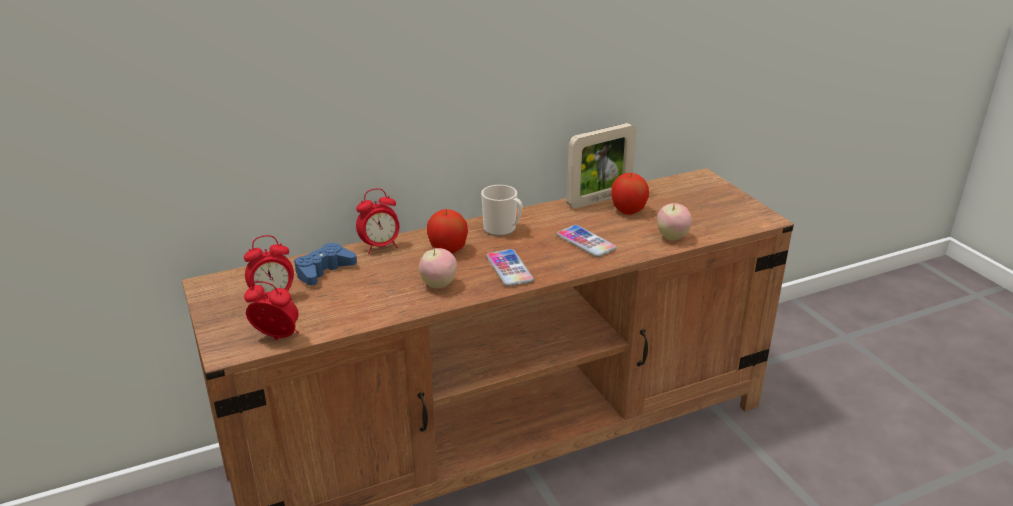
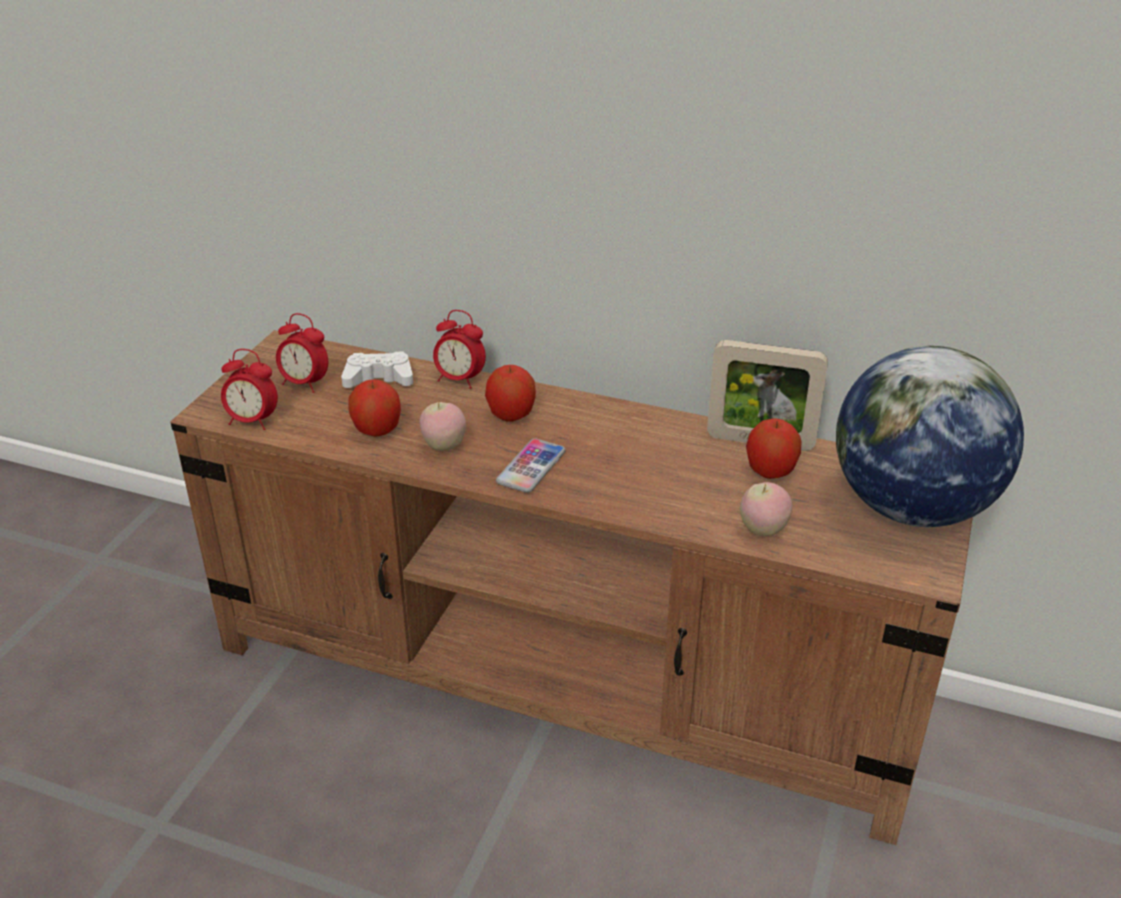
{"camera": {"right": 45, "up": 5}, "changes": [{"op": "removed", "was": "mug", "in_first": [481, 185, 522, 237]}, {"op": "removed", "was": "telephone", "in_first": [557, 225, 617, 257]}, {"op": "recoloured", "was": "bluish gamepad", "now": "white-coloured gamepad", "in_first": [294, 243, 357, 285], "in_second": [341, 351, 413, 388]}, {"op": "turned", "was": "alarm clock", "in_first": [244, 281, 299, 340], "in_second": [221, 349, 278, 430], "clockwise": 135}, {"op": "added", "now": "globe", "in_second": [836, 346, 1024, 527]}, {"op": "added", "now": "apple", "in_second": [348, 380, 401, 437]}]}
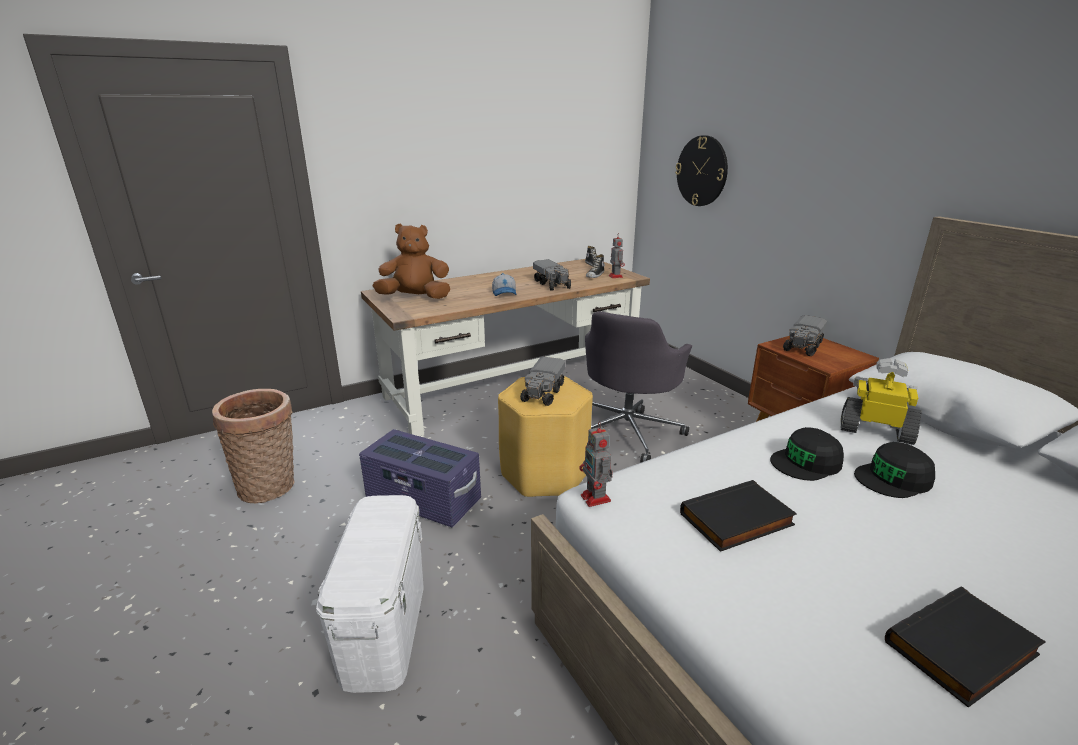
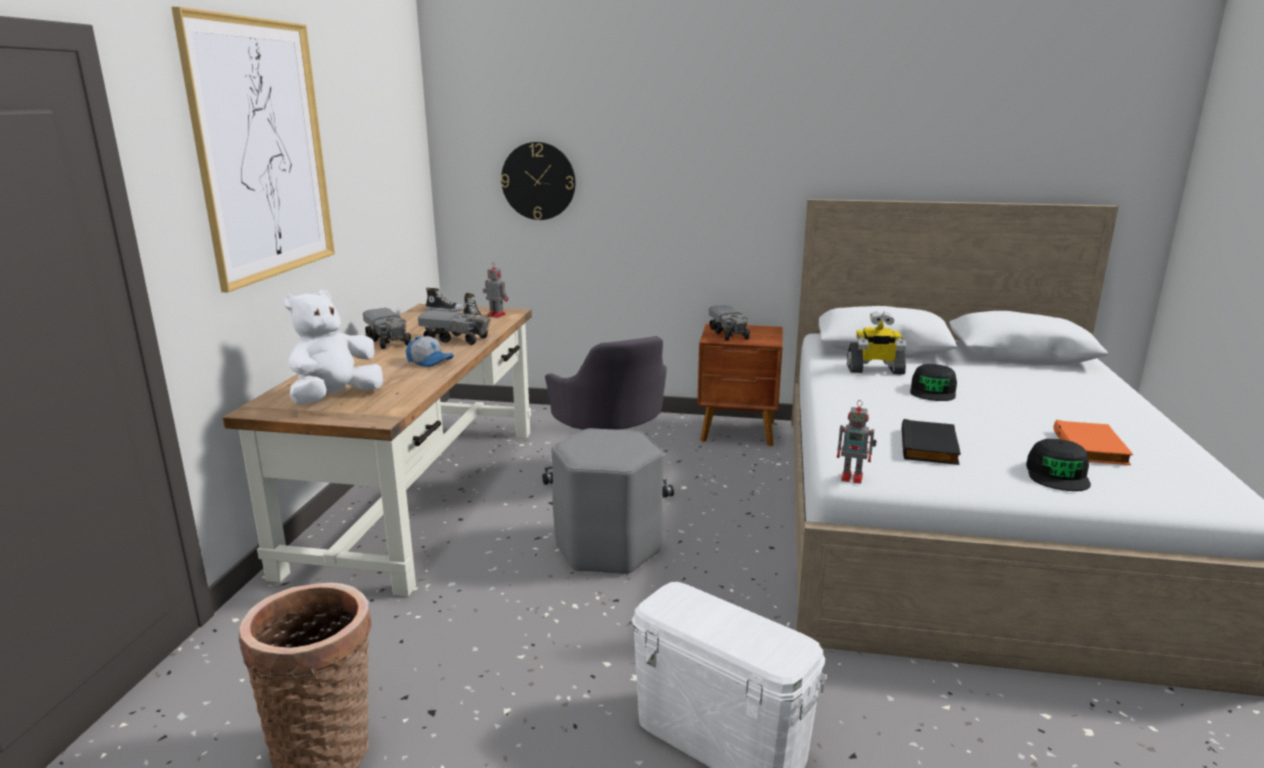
{"camera": {"right": -50, "up": -5}, "changes": [{"op": "recoloured", "was": "brown soft toy", "now": "white-coloured soft toy", "in_first": [373, 223, 450, 299], "in_second": [284, 290, 383, 404]}, {"op": "moved", "was": "toy lorry", "in_first": [520, 357, 565, 406], "in_second": [363, 308, 411, 349]}, {"op": "turned", "was": "toy robot", "in_first": [841, 358, 922, 445], "in_second": [847, 311, 906, 374], "clockwise": -150}, {"op": "recoloured", "was": "yellowish sitting stool", "now": "gray sitting stool", "in_first": [498, 376, 593, 497], "in_second": [551, 428, 664, 575]}, {"op": "moved", "was": "black-coloured baseball cap", "in_first": [770, 427, 844, 481], "in_second": [1026, 439, 1091, 491]}, {"op": "removed", "was": "purple-coloured storage bin", "in_first": [359, 429, 481, 527]}, {"op": "recoloured", "was": "black-coloured book", "now": "orangey book", "in_first": [885, 586, 1046, 708], "in_second": [1053, 420, 1133, 465]}, {"op": "added", "now": "wall art", "in_second": [171, 7, 335, 292]}]}
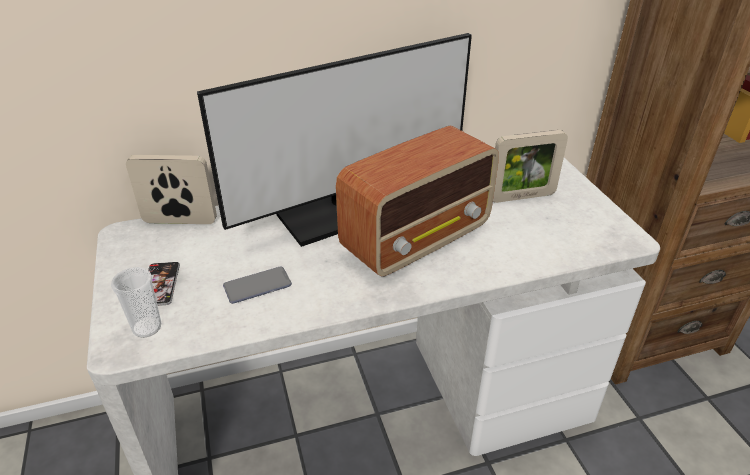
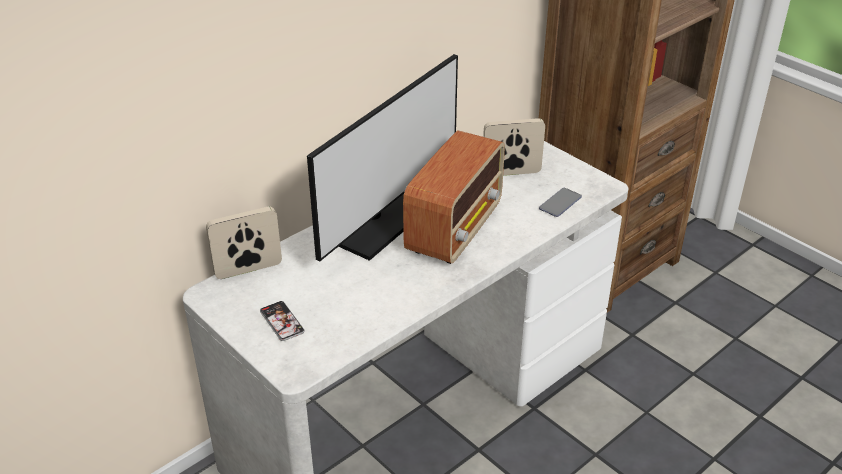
{"camera": {"right": -25, "up": 0}, "changes": [{"op": "turned", "was": "picture frame", "in_first": [493, 130, 568, 203], "in_second": [483, 118, 545, 176], "clockwise": -150}, {"op": "removed", "was": "drinking cup", "in_first": [111, 267, 161, 338]}, {"op": "moved", "was": "telephone", "in_first": [223, 267, 292, 304], "in_second": [539, 188, 582, 217]}]}
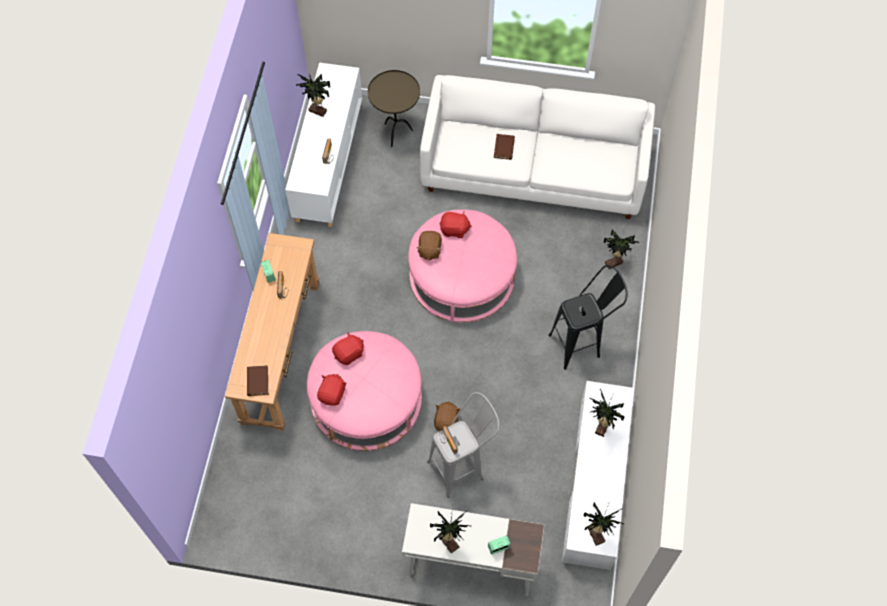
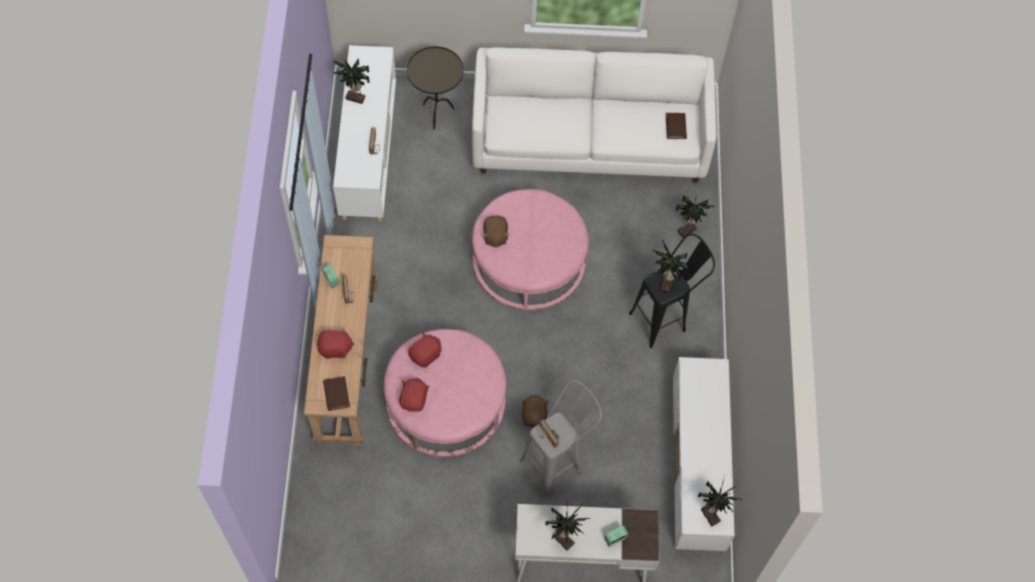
{"camera": {"right": -10, "up": 0}, "changes": [{"op": "moved", "was": "brown book", "in_first": [494, 134, 515, 160], "in_second": [666, 113, 687, 139]}, {"op": "moved", "was": "red-coloured soft toy", "in_first": [440, 211, 472, 238], "in_second": [317, 328, 354, 358]}, {"op": "moved", "was": "houseplant", "in_first": [589, 389, 625, 437], "in_second": [653, 240, 690, 293]}]}
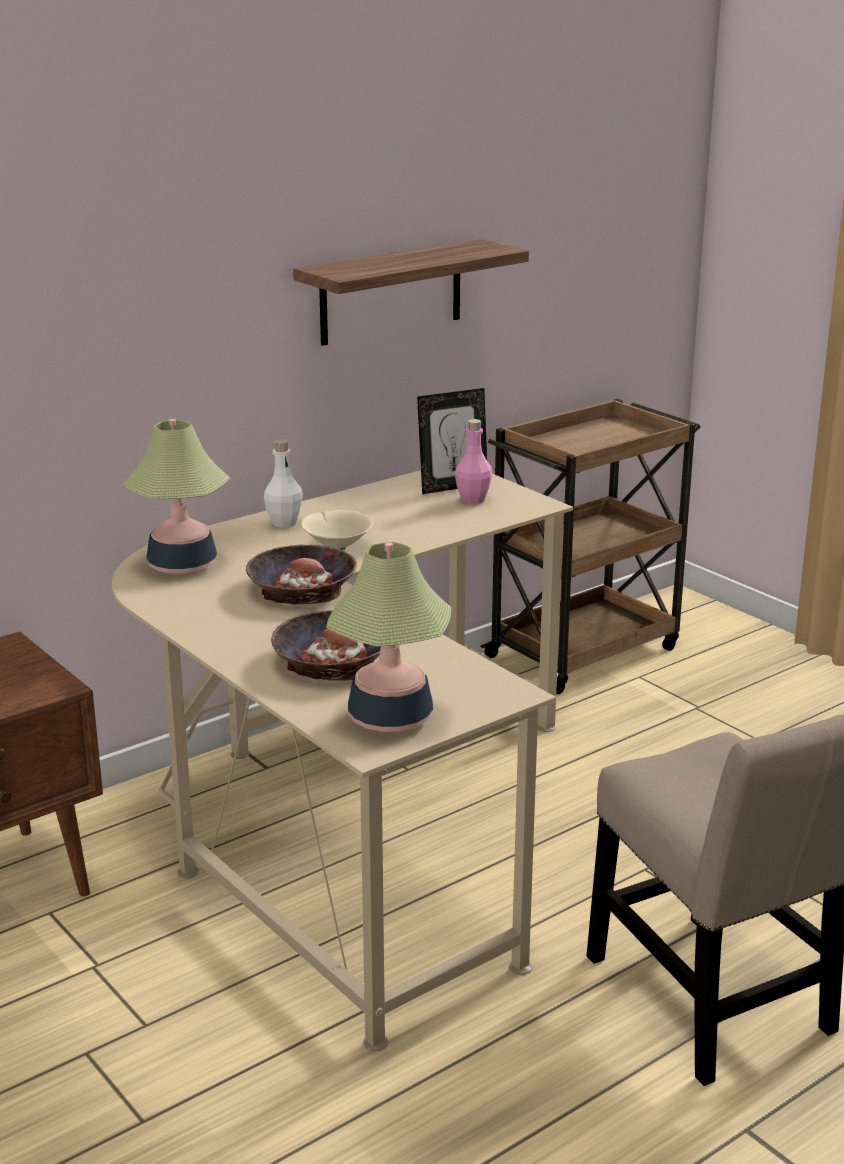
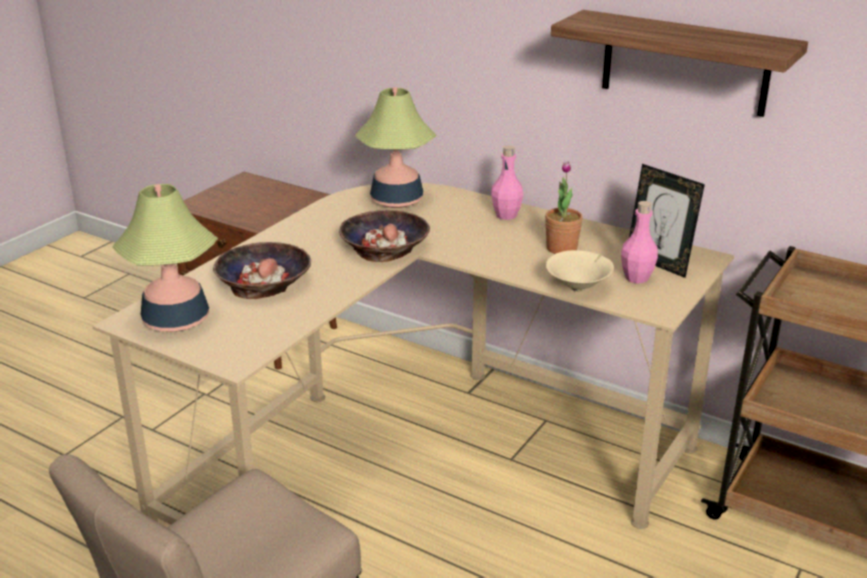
{"camera": {"right": 70, "up": 5}, "changes": [{"op": "recoloured", "was": "white-coloured beverage bottle", "now": "pink-coloured beverage bottle", "in_first": [264, 440, 303, 528], "in_second": [491, 145, 524, 220]}, {"op": "moved", "was": "sand-coloured bowl", "in_first": [301, 510, 373, 551], "in_second": [546, 250, 614, 292]}, {"op": "added", "now": "houseplant", "in_second": [545, 161, 583, 254]}]}
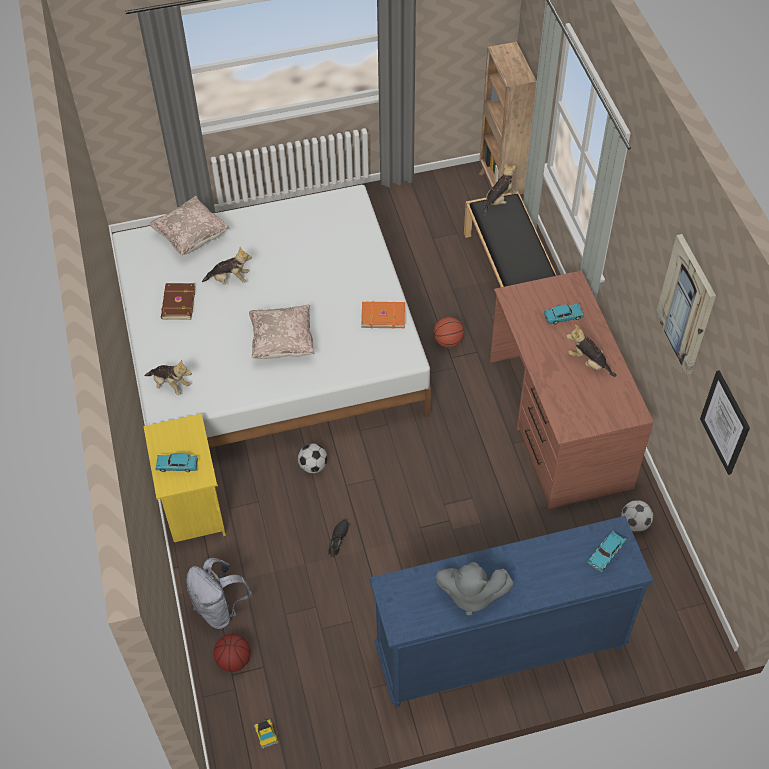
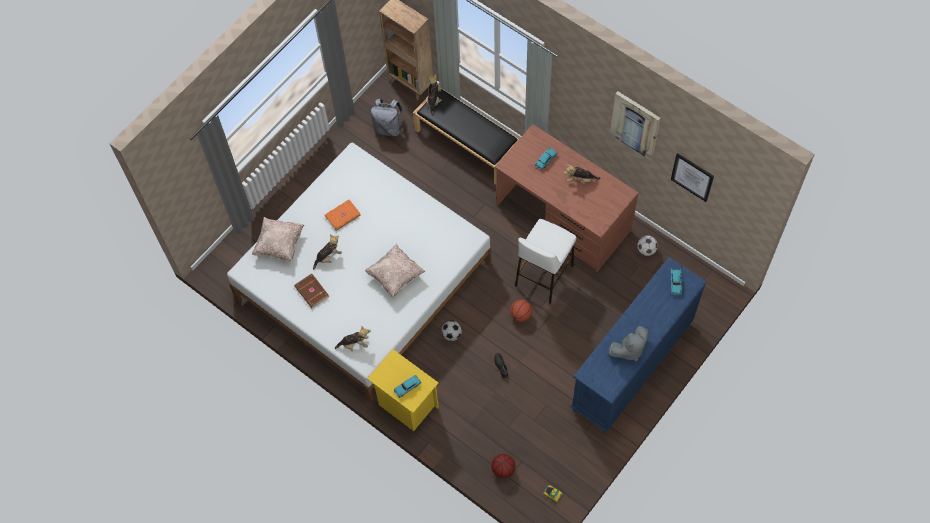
{"camera": {"right": -35, "up": 10}, "changes": [{"op": "moved", "was": "orangey book", "in_first": [361, 301, 405, 329], "in_second": [325, 199, 361, 231]}, {"op": "moved", "was": "ball for basketball", "in_first": [433, 317, 464, 348], "in_second": [510, 300, 533, 322]}, {"op": "moved", "was": "gray knapsack", "in_first": [186, 558, 252, 629], "in_second": [370, 98, 403, 136]}, {"op": "added", "now": "white-coloured sitting stool", "in_second": [515, 219, 576, 304]}]}
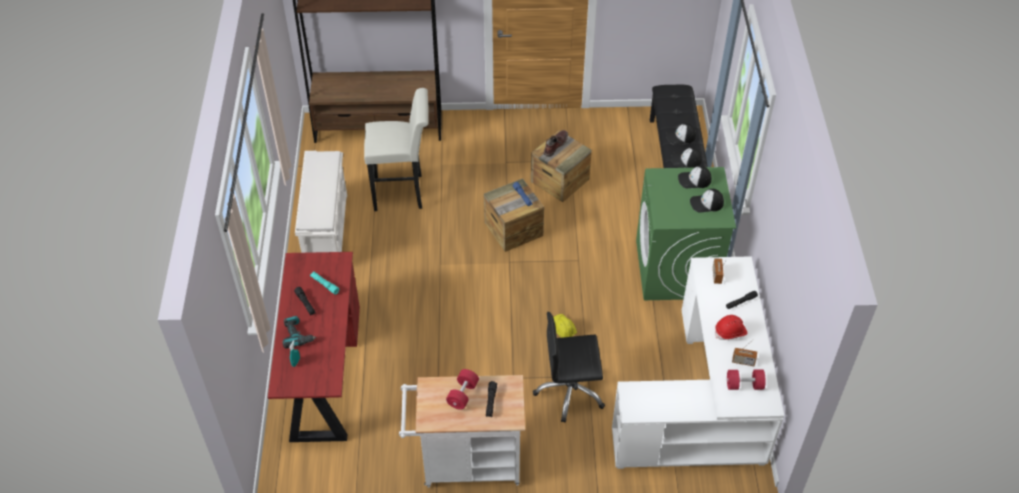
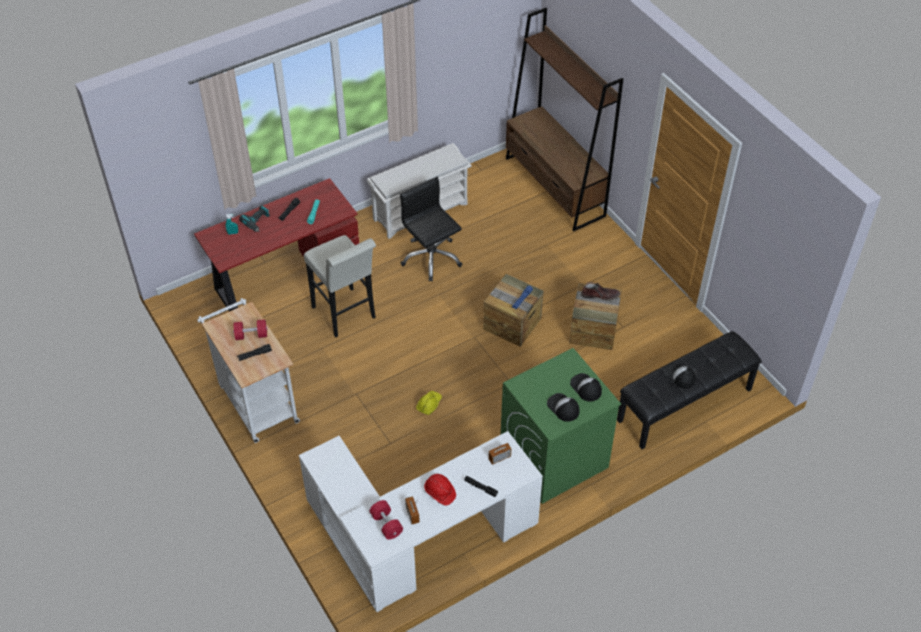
{"camera": {"right": 60, "up": 0}, "changes": [{"op": "moved", "was": "white-coloured sitting stool", "in_first": [364, 88, 429, 211], "in_second": [304, 235, 376, 337]}, {"op": "removed", "was": "baseball cap", "in_first": [671, 148, 702, 168]}, {"op": "moved", "was": "black-coloured computer chair", "in_first": [533, 312, 605, 423], "in_second": [400, 177, 462, 282]}]}
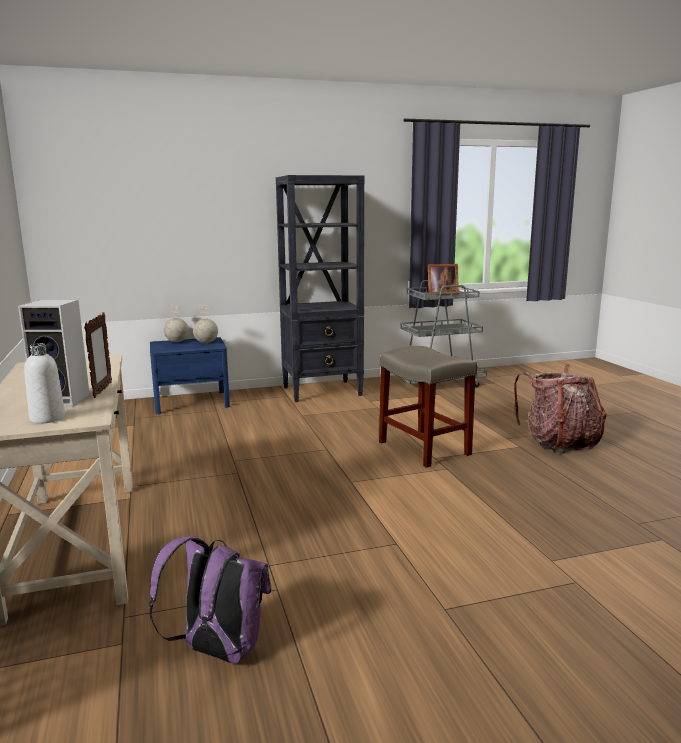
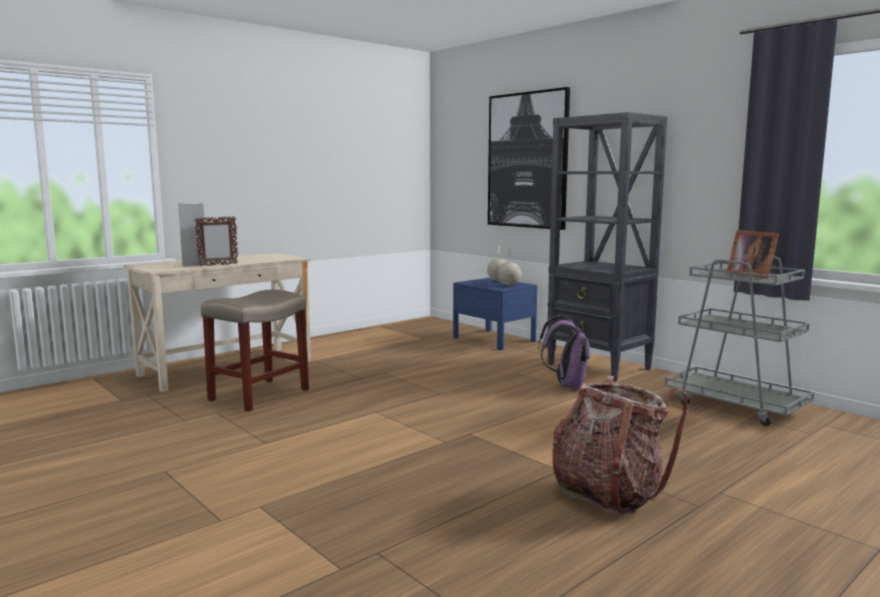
{"camera": {"right": 65, "up": -5}, "changes": [{"op": "removed", "was": "white-coloured beverage bottle", "in_first": [24, 343, 65, 424]}, {"op": "moved", "was": "sand-coloured sitting stool", "in_first": [379, 346, 477, 468], "in_second": [201, 290, 309, 411]}, {"op": "moved", "was": "purple-coloured knapsack", "in_first": [149, 536, 271, 664], "in_second": [538, 315, 591, 389]}, {"op": "added", "now": "wall art", "in_second": [488, 87, 570, 230]}]}
